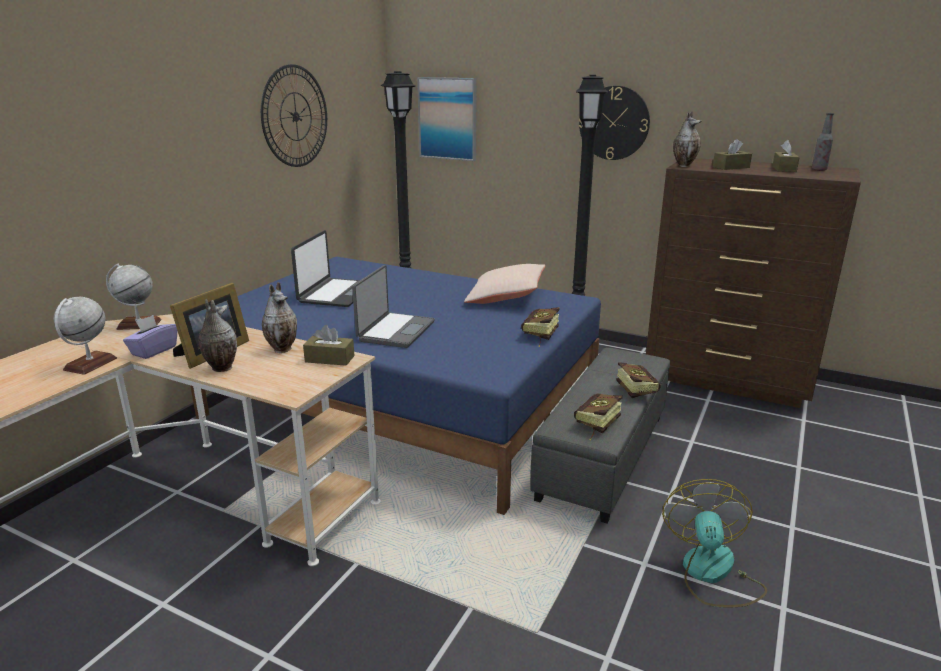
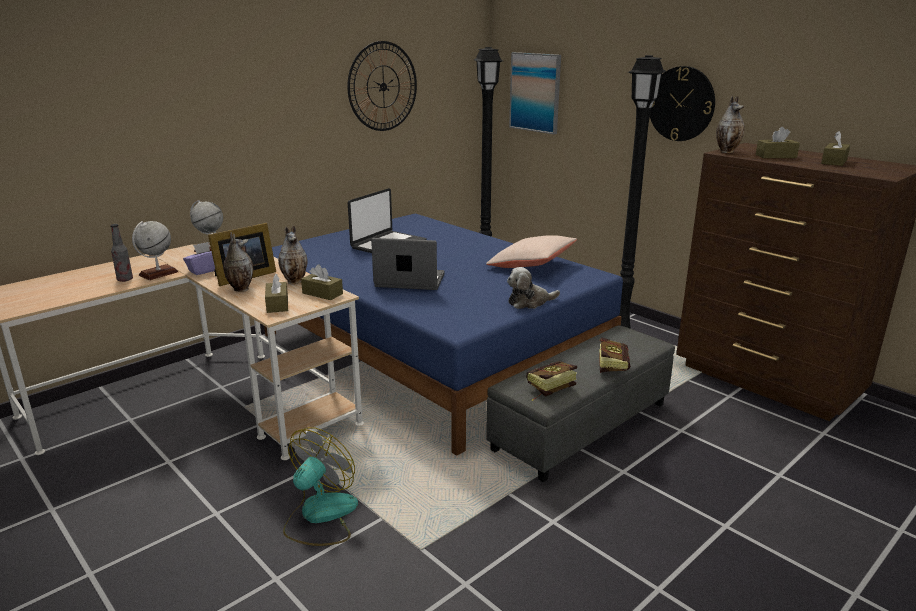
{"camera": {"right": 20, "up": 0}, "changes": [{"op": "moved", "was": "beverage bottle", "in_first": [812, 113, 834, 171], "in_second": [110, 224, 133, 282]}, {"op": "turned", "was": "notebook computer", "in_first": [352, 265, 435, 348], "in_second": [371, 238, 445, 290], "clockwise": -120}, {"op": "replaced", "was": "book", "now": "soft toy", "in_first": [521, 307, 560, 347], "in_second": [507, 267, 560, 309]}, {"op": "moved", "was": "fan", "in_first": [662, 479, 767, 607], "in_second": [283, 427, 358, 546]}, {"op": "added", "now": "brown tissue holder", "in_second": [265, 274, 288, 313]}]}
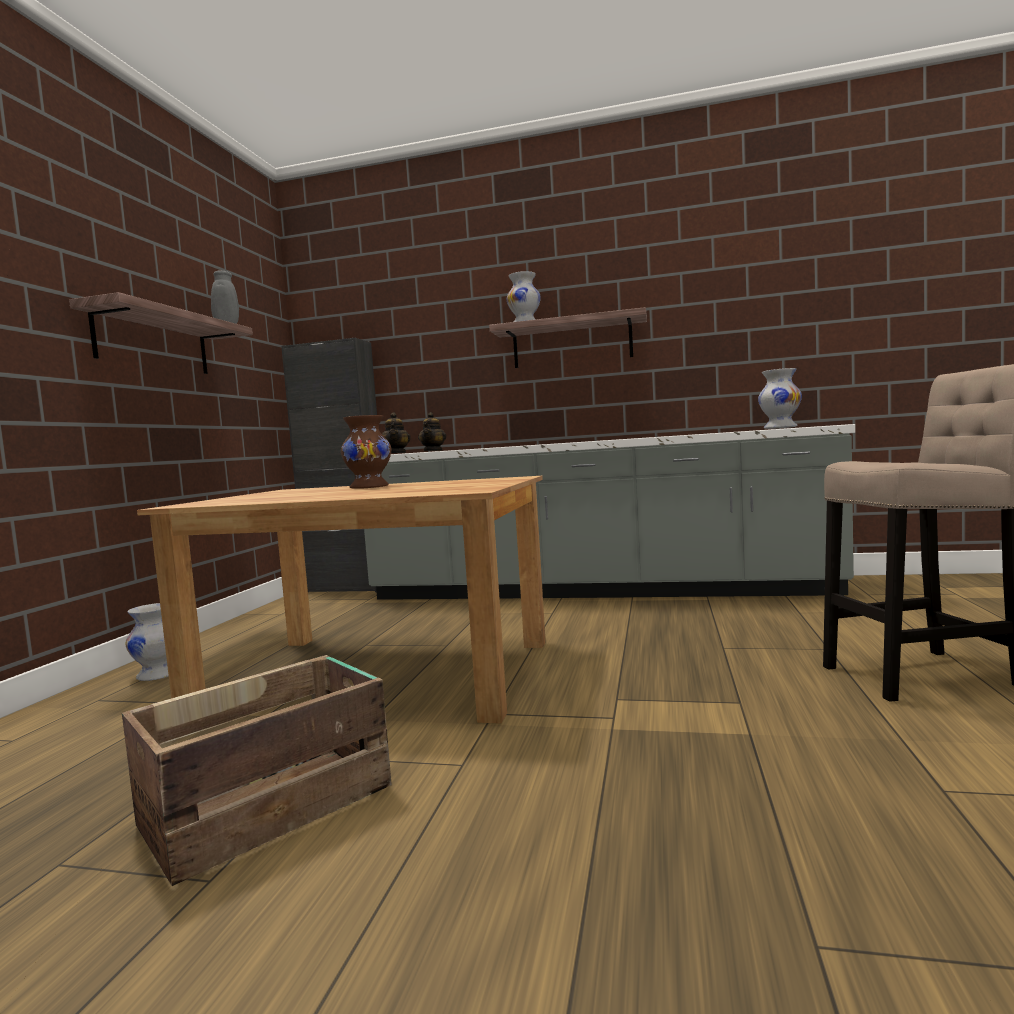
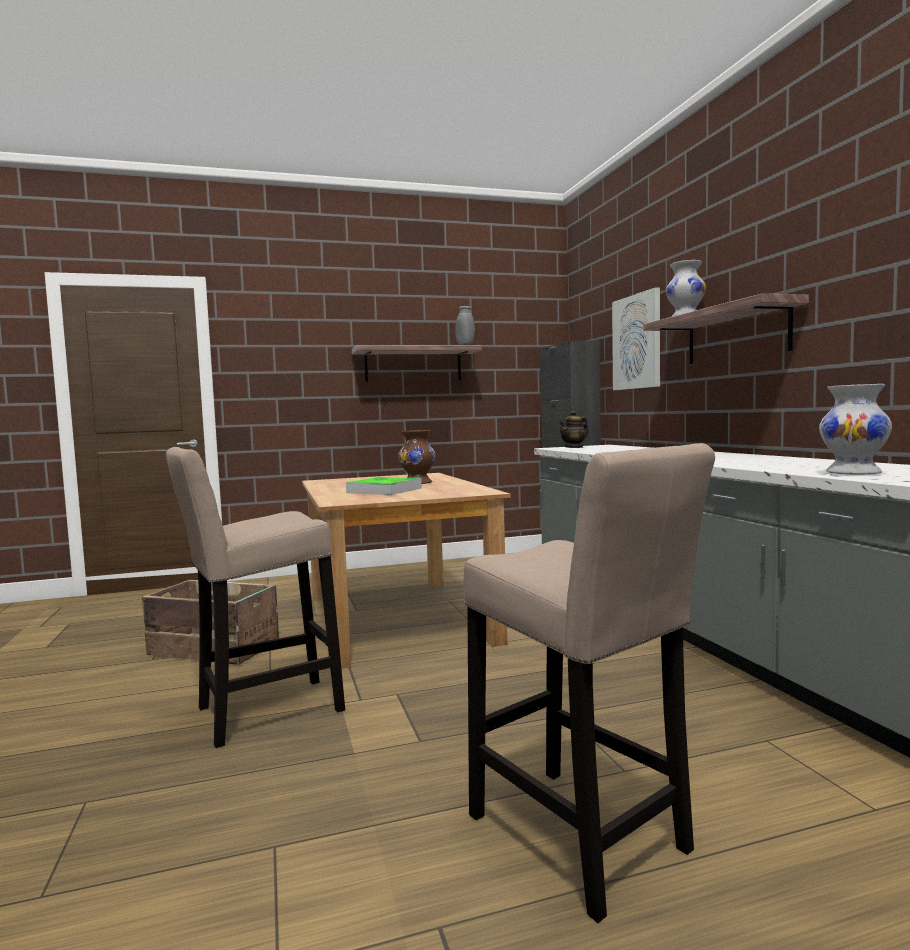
{"camera": {"right": 60, "up": 0}, "changes": [{"op": "removed", "was": "tea pot", "in_first": [418, 412, 446, 451]}, {"op": "removed", "was": "white-coloured flower vase", "in_first": [126, 603, 169, 681]}, {"op": "added", "now": "wall art", "in_second": [612, 287, 660, 390]}, {"op": "added", "now": "sand-coloured sitting stool", "in_second": [166, 447, 345, 748]}, {"op": "added", "now": "serving tray", "in_second": [346, 477, 422, 495]}]}
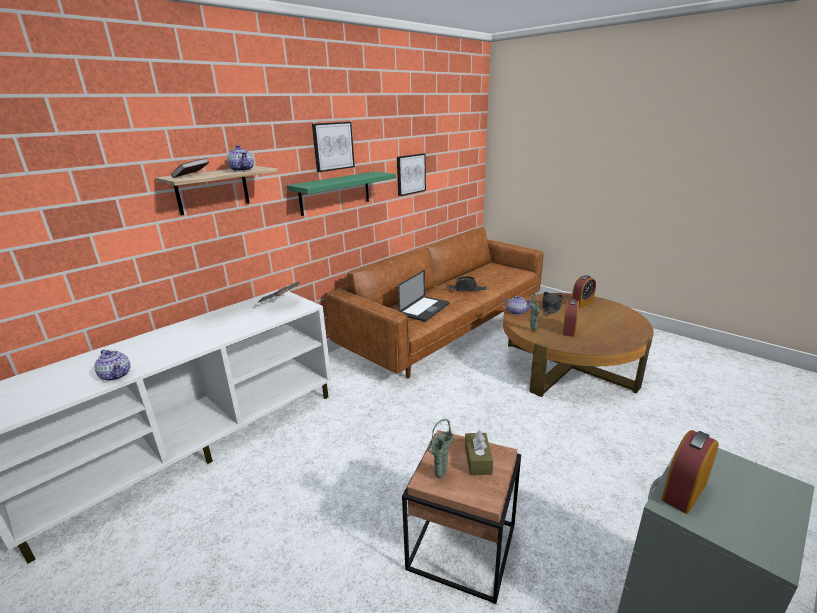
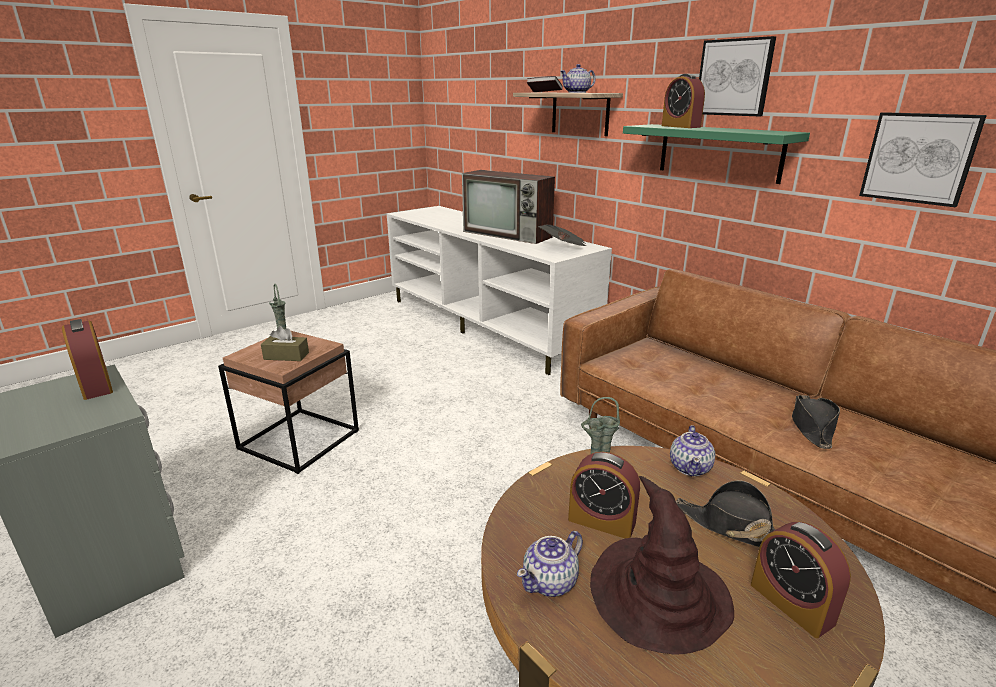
{"camera": {"right": 95, "up": 0}, "changes": [{"op": "removed", "was": "notebook computer", "in_first": [398, 270, 449, 322]}, {"op": "moved", "was": "tea pot", "in_first": [94, 350, 131, 381], "in_second": [517, 531, 583, 597]}, {"op": "added", "now": "alarm clock", "in_second": [662, 74, 705, 128]}, {"op": "added", "now": "TV set", "in_second": [462, 170, 555, 244]}, {"op": "added", "now": "brown clothing hat", "in_second": [590, 476, 734, 655]}]}
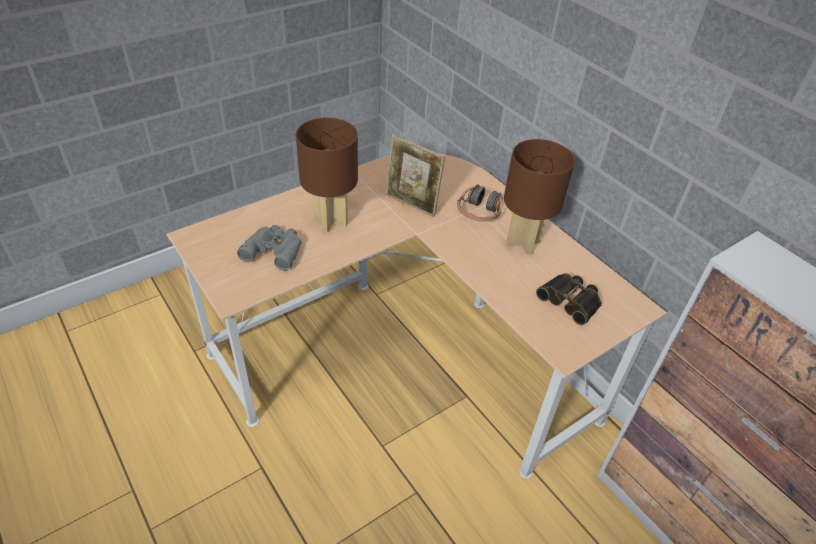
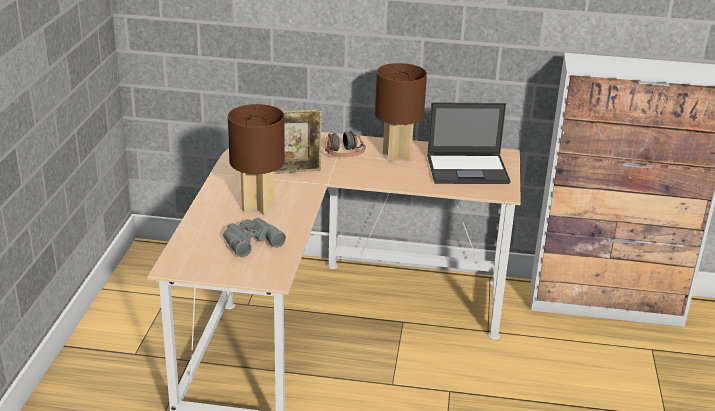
{"camera": {"right": -45, "up": -15}, "changes": [{"op": "replaced", "was": "pair of binoculars", "now": "notebook computer", "in_first": [536, 273, 602, 325], "in_second": [427, 102, 510, 184]}]}
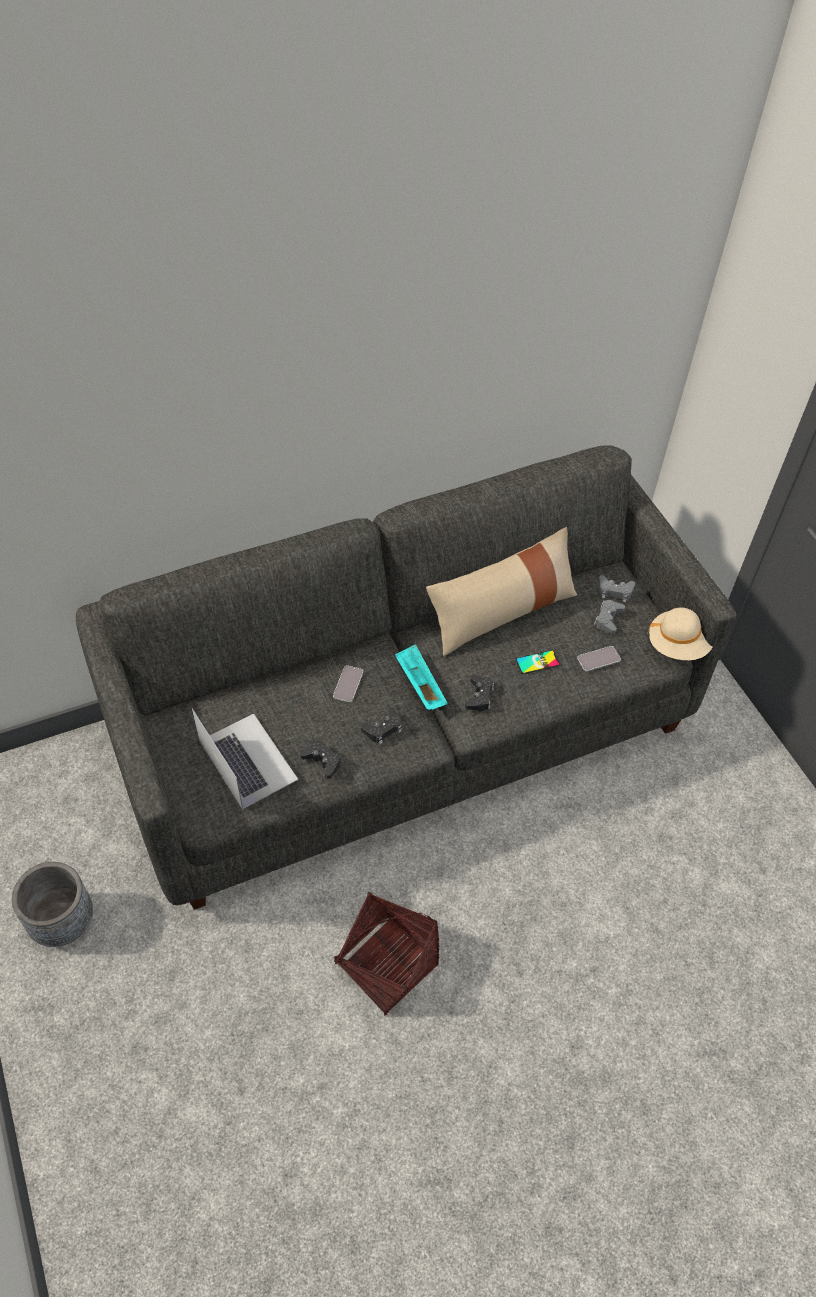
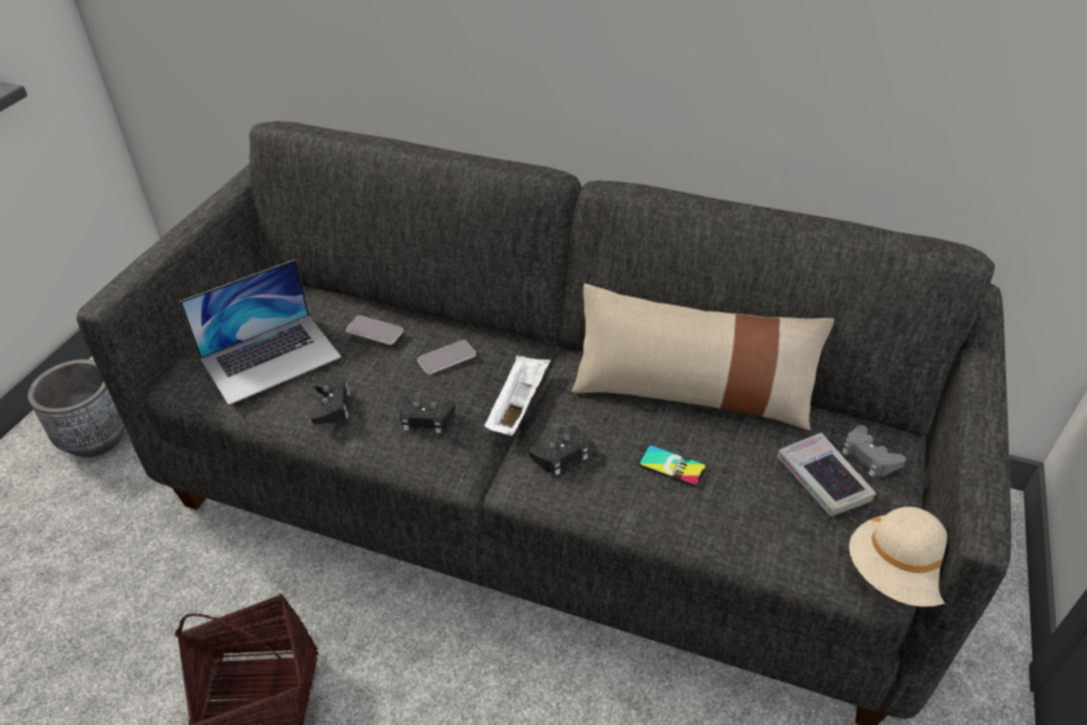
{"camera": {"right": 45, "up": -10}, "changes": [{"op": "replaced", "was": "gray gamepad", "now": "book", "in_first": [593, 600, 625, 634], "in_second": [777, 433, 876, 516]}, {"op": "recoloured", "was": "turquoise serving tray", "now": "white-coloured serving tray", "in_first": [395, 644, 448, 710], "in_second": [484, 355, 550, 436]}, {"op": "moved", "was": "telephone", "in_first": [577, 646, 621, 672], "in_second": [346, 316, 403, 345]}, {"op": "turned", "was": "notebook computer", "in_first": [192, 709, 298, 809], "in_second": [180, 259, 341, 405], "clockwise": 45}]}
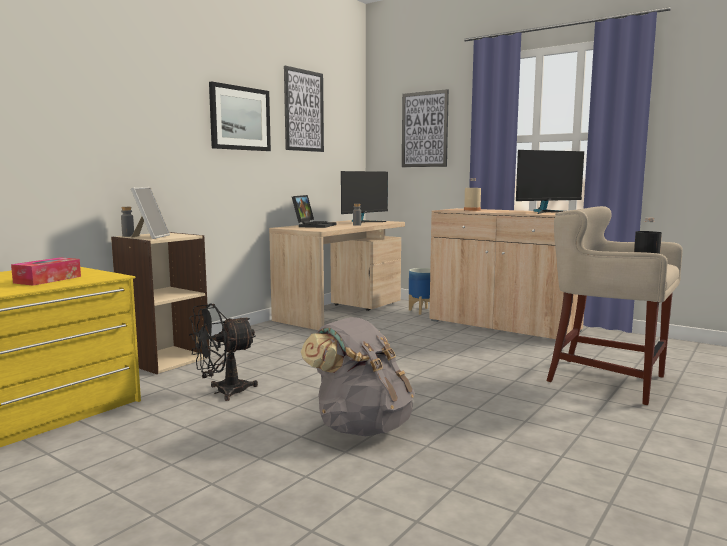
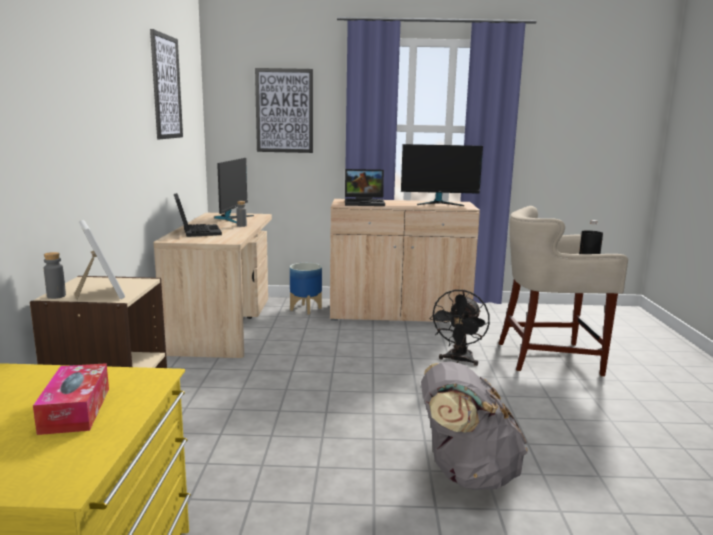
{"camera": {"right": -35, "up": 5}, "changes": [{"op": "removed", "was": "wall art", "in_first": [209, 82, 271, 151]}, {"op": "turned", "was": "monitor", "in_first": [516, 150, 584, 214], "in_second": [401, 144, 483, 206], "clockwise": 60}, {"op": "replaced", "was": "sand-coloured beverage bottle", "now": "notebook computer", "in_first": [464, 178, 481, 211], "in_second": [345, 169, 385, 206]}, {"op": "moved", "was": "black-coloured fan", "in_first": [189, 303, 258, 401], "in_second": [430, 289, 490, 366]}]}
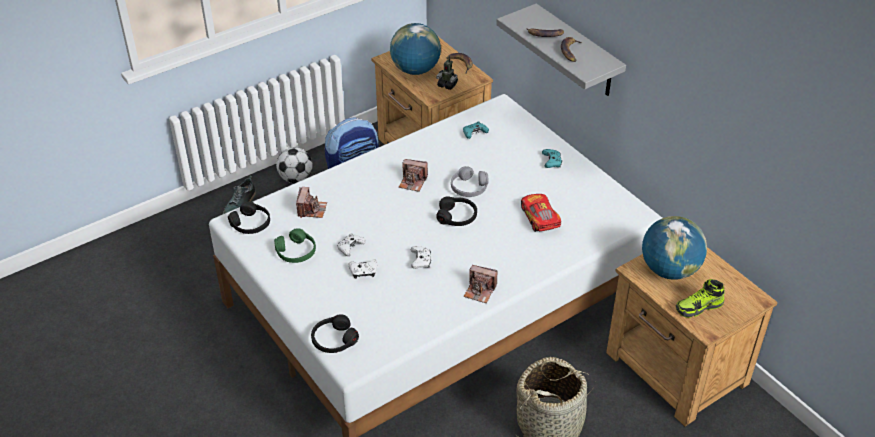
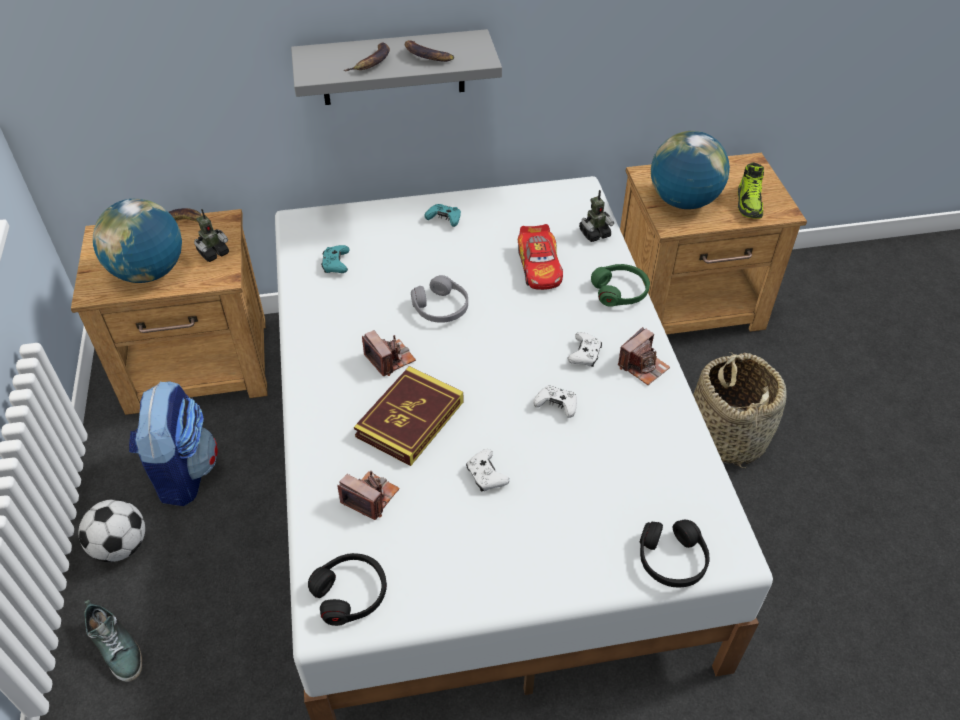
{"camera": {"right": -65, "up": 5}, "changes": [{"op": "turned", "was": "photo camera", "in_first": [399, 159, 428, 192], "in_second": [362, 330, 416, 376], "clockwise": -75}, {"op": "turned", "was": "toy car", "in_first": [521, 194, 561, 232], "in_second": [518, 224, 563, 290], "clockwise": -105}, {"op": "removed", "was": "black-coloured headset", "in_first": [436, 196, 477, 226]}, {"op": "moved", "was": "green headset", "in_first": [274, 228, 316, 263], "in_second": [591, 264, 650, 307]}, {"op": "moved", "was": "white-coloured gamepad", "in_first": [348, 259, 378, 279], "in_second": [567, 332, 602, 367]}, {"op": "added", "now": "toy robot", "in_second": [579, 190, 614, 242]}, {"op": "added", "now": "book", "in_second": [354, 366, 464, 466]}]}
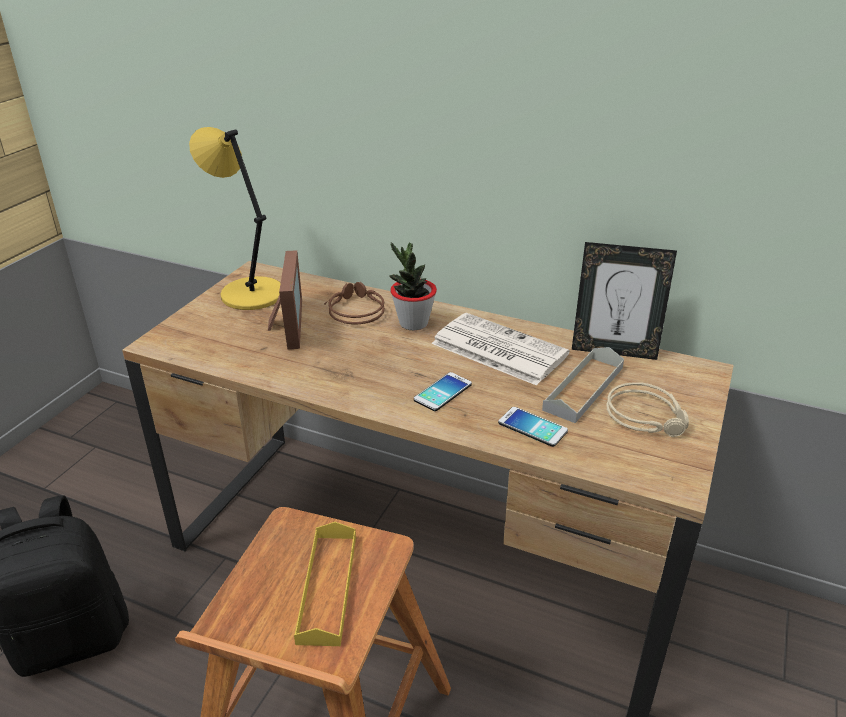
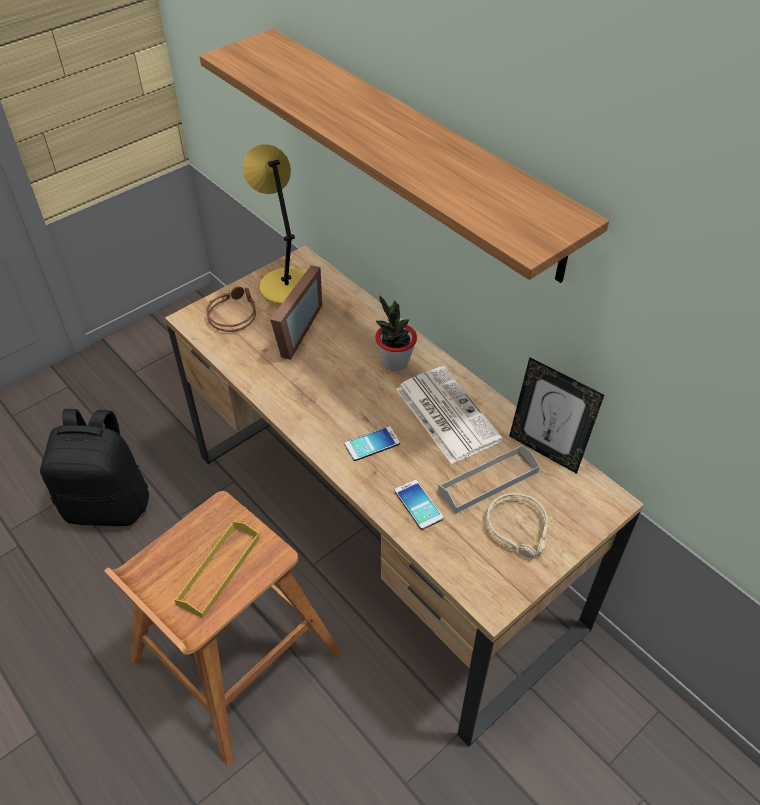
{"camera": {"right": 25, "up": 15}, "changes": [{"op": "moved", "was": "brown headset", "in_first": [324, 282, 385, 325], "in_second": [206, 286, 257, 332]}, {"op": "added", "now": "bracket shelf", "in_second": [200, 29, 609, 283]}]}
